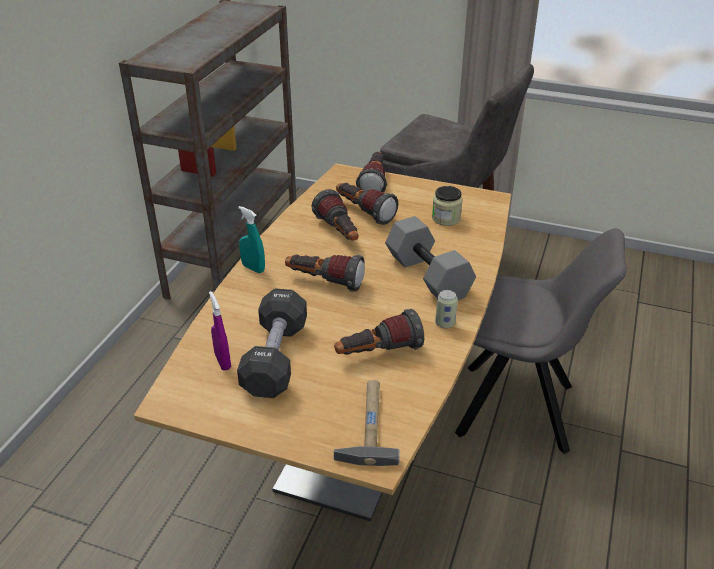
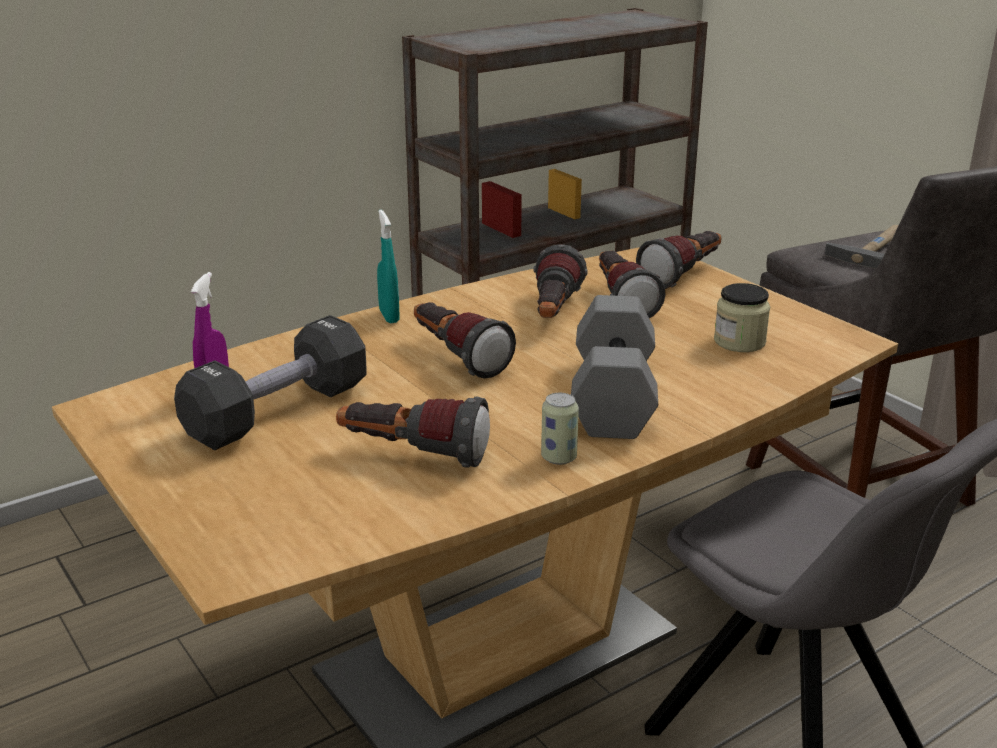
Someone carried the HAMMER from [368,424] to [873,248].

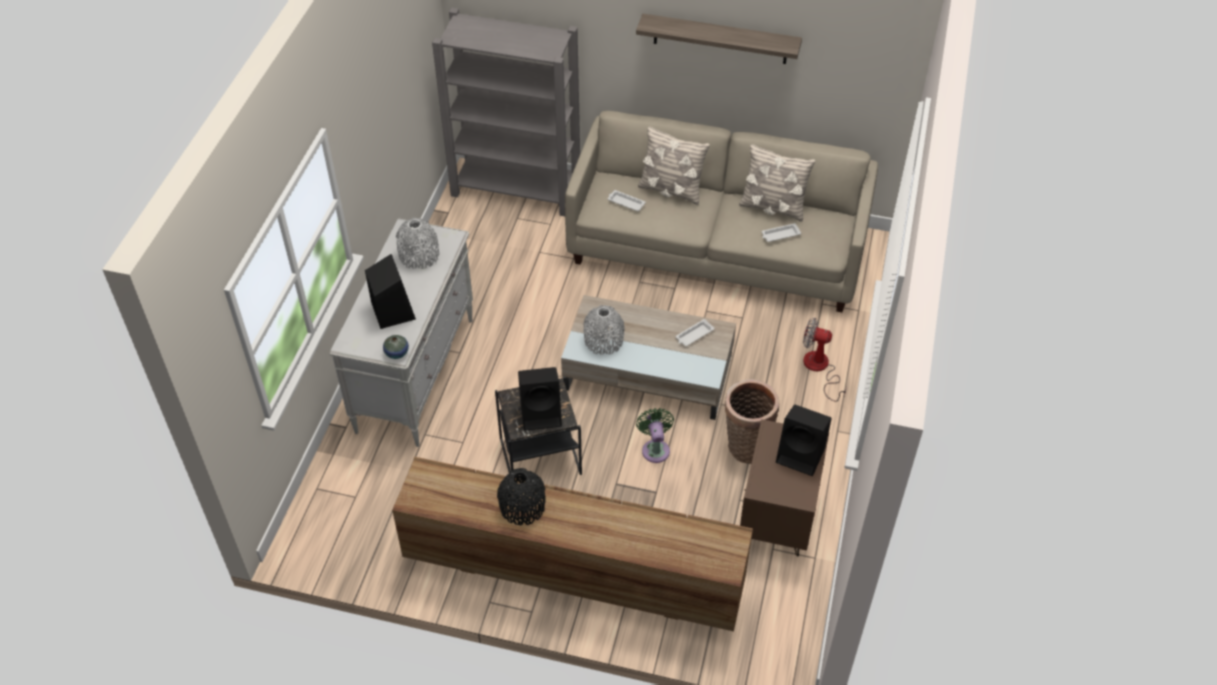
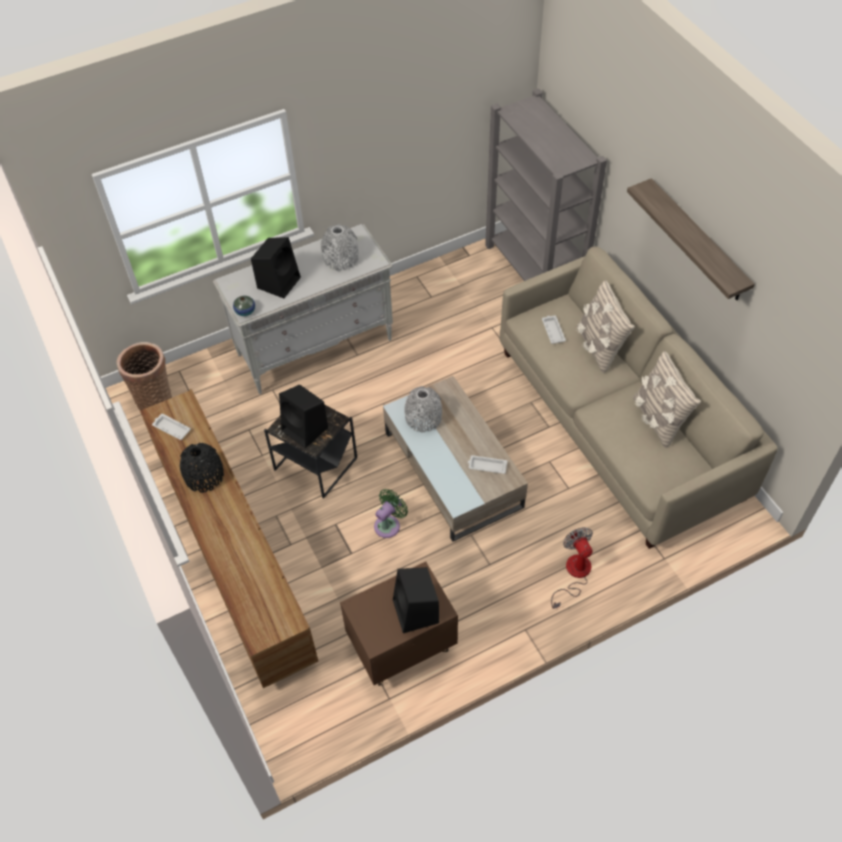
Someone carried the WHITE TRAY from [780,235] to [171,428].
Someone carried the BASKET from [746,445] to [155,398].

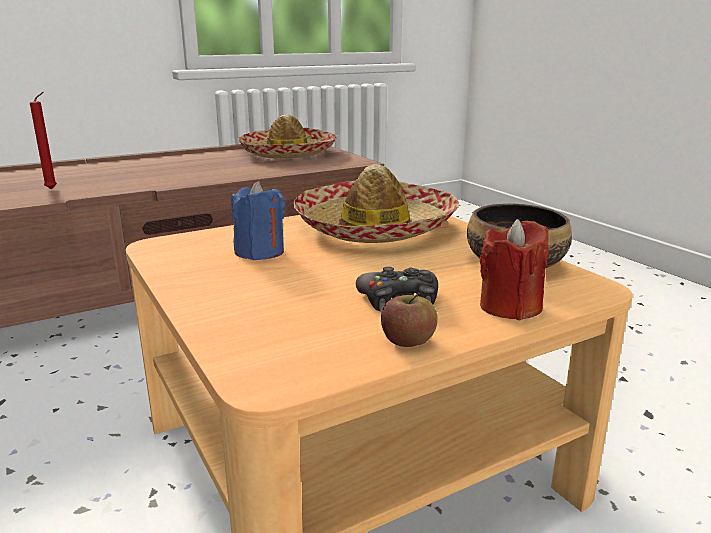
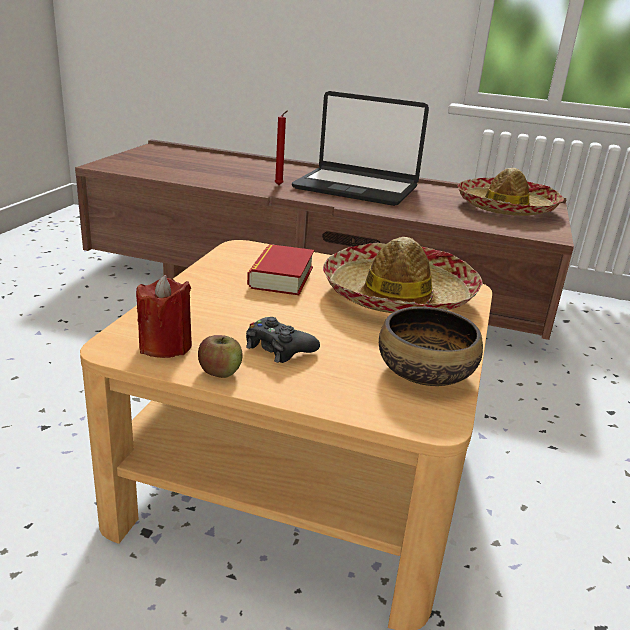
Someone swapped the BLUE CANDLE at [259,252] for the BOOK at [281,277].
Someone carried the RED CANDLE from [510,307] to [165,346].
Someone put down the LAPTOP at [356,188].

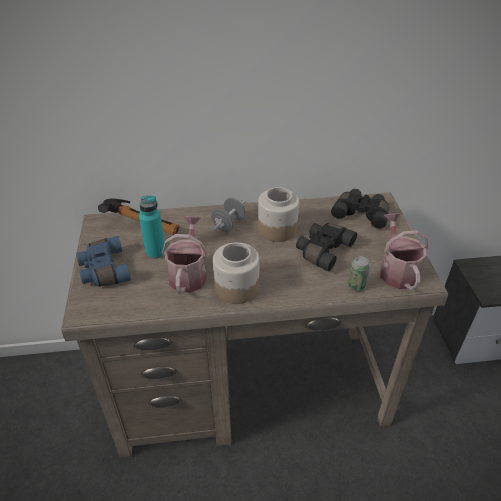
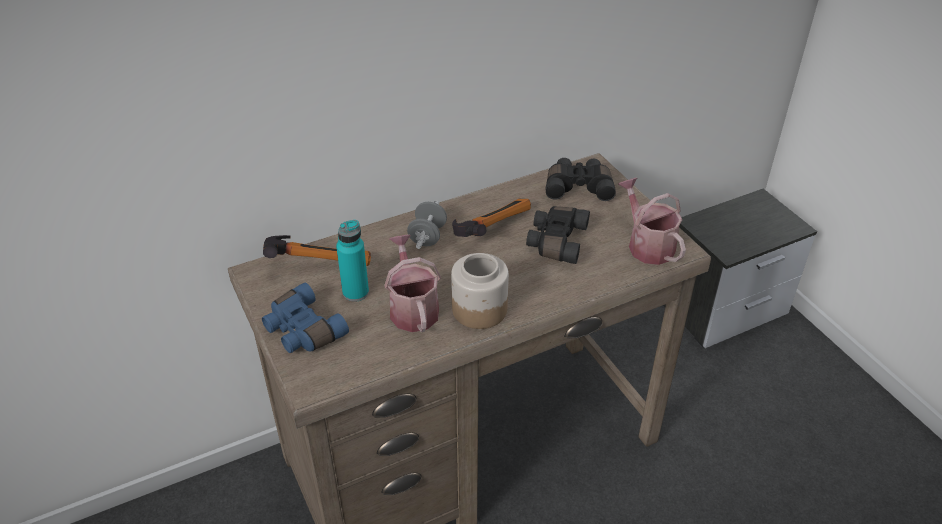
Someone swapped the JAR at [276,229] for the HAMMER at [489,228].
Someone took away the CAN at [356,286].

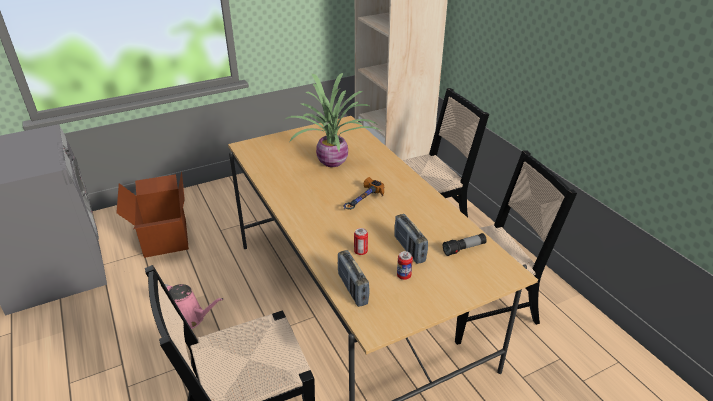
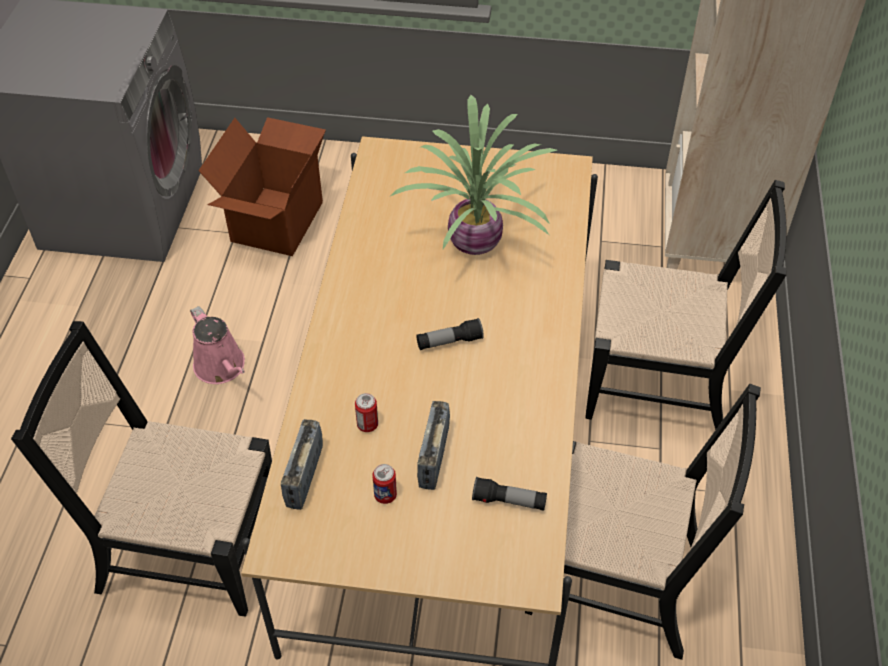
Someone swapped the HAMMER at [363,202] for the FLASHLIGHT at [449,342].

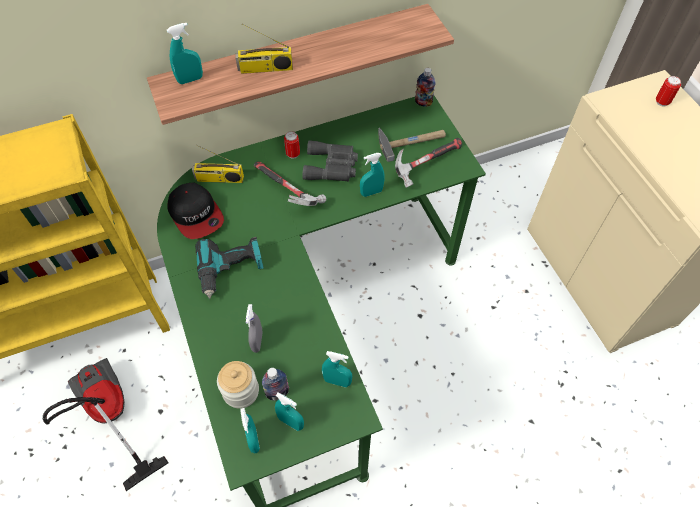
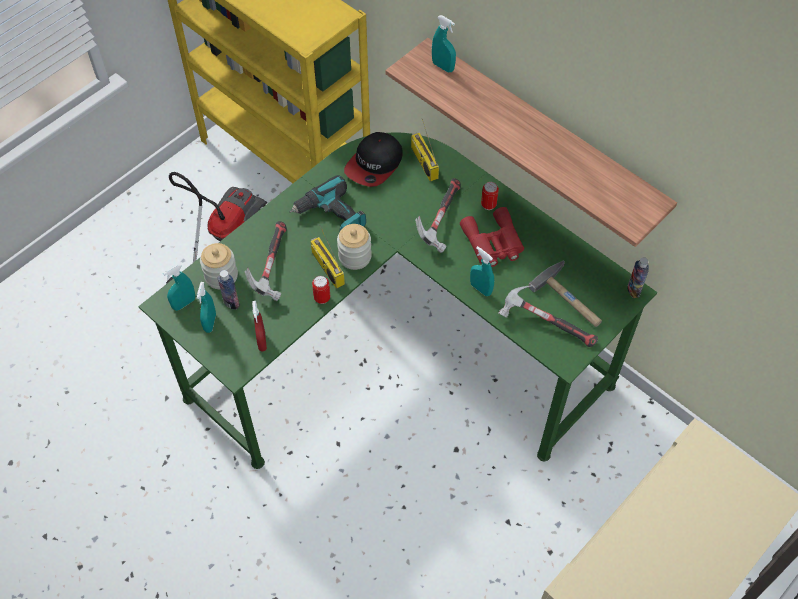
Someone carried the RADIO from [265,69] to [326,267].
Someone carried the CAN from [662,102] to [322,298].
Someone repainted the GREY BINOCULARS at [332,166], which became the RED BINOCULARS at [493,243].
Someone swapped the GREY SPRAY BOTTLE at [257,341] for the HAMMER at [271,267].
Someone repainted the TURQUOISE SPRAY BOTTLE at [337,381], which became the RED SPRAY BOTTLE at [262,341].
Someone put down the JAR at [355,256].

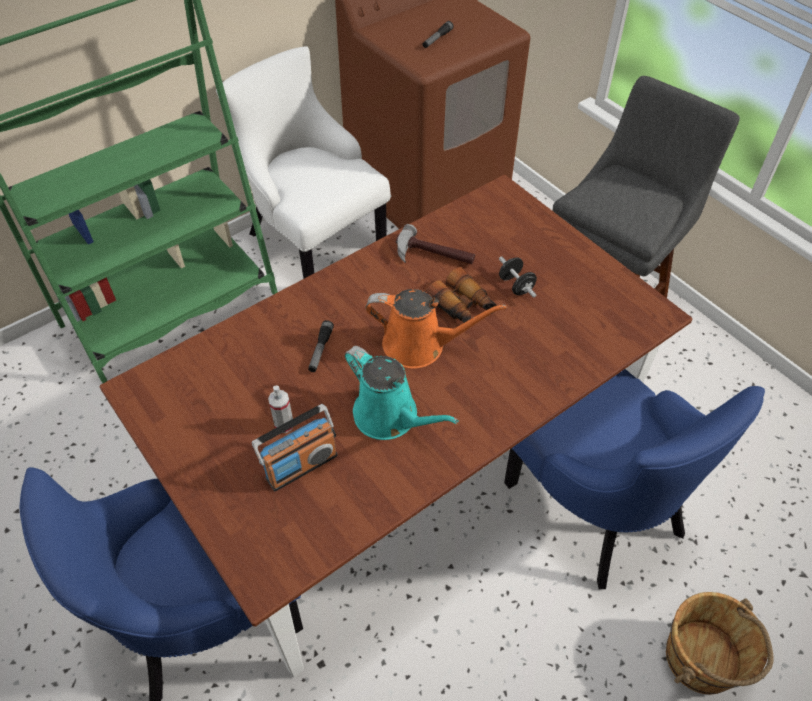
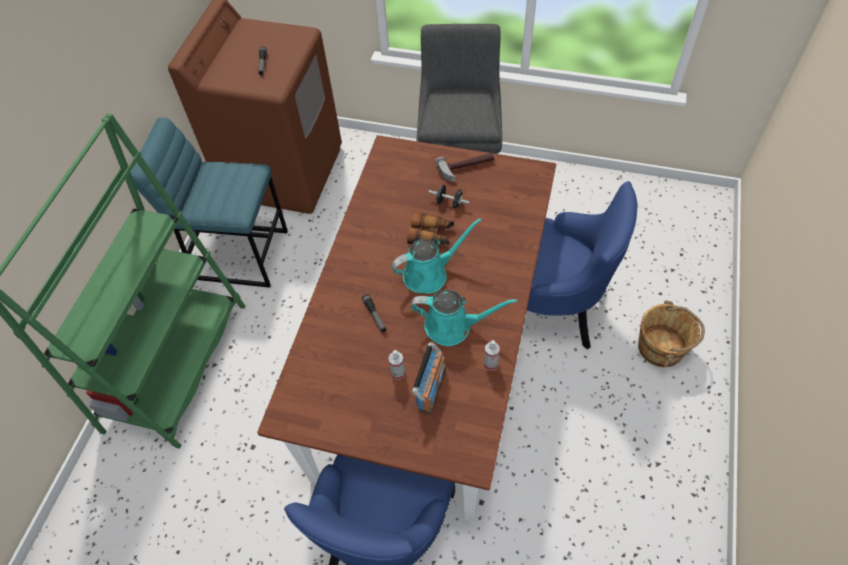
Someone swapped the WHITE CHAIR at [316,243] for the BLUE STOOL at [239,254].
Someone carried the HAMMER from [433,256] to [466,168].
Someone repainted the ORANGE WATERING CAN at [420,345], which became the TURQUOISE WATERING CAN at [429,274].
Someone put down the SPRAY BOTTLE at [490,364].

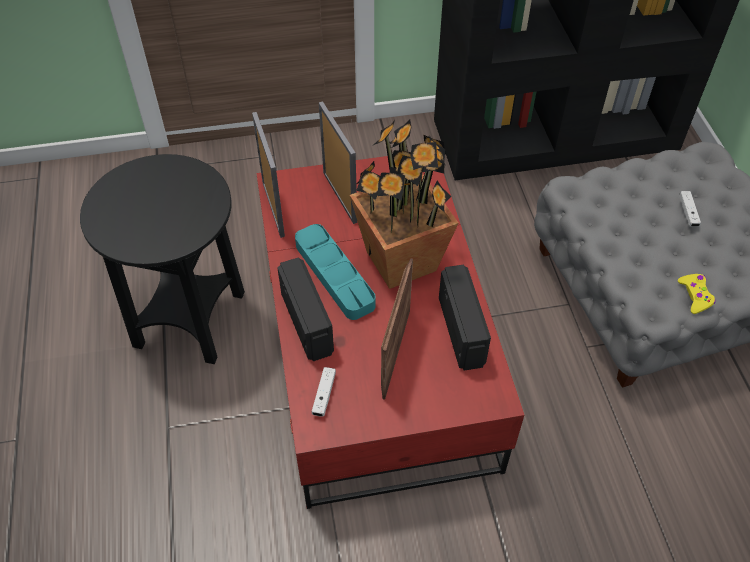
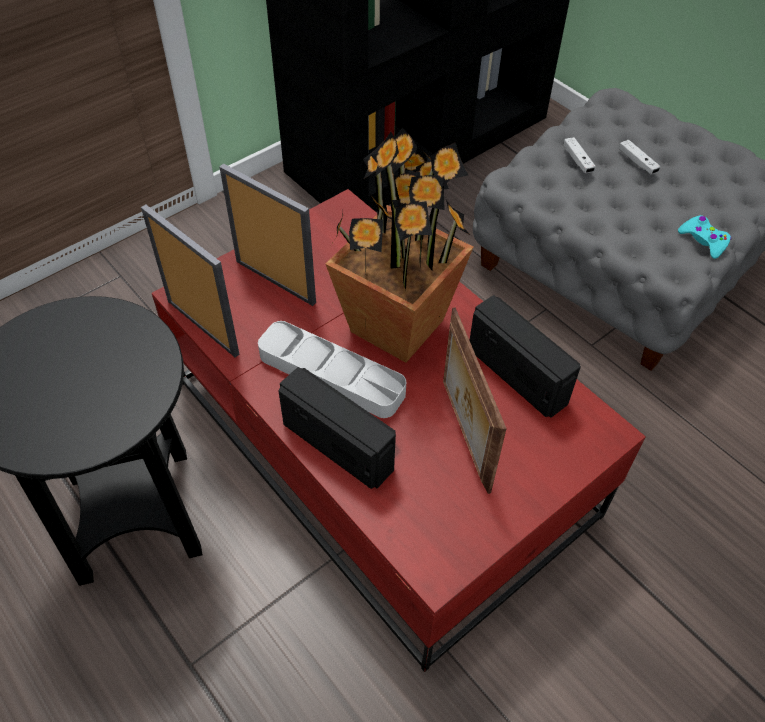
Someone repainted the TURQUOISE TRAY at [334,275], which became the GREY TRAY at [331,374].
Someone repainted the YELLOW GAME CONTROLLER at [695,296], which became the TURQUOISE GAME CONTROLLER at [703,240].
Someone carried the WHITE GAME CONTROLLER from [324,395] to [577,160].

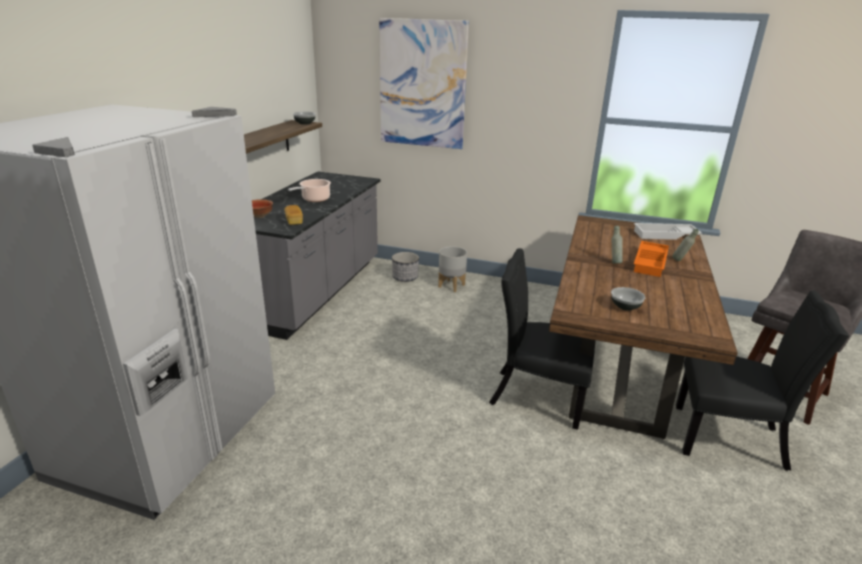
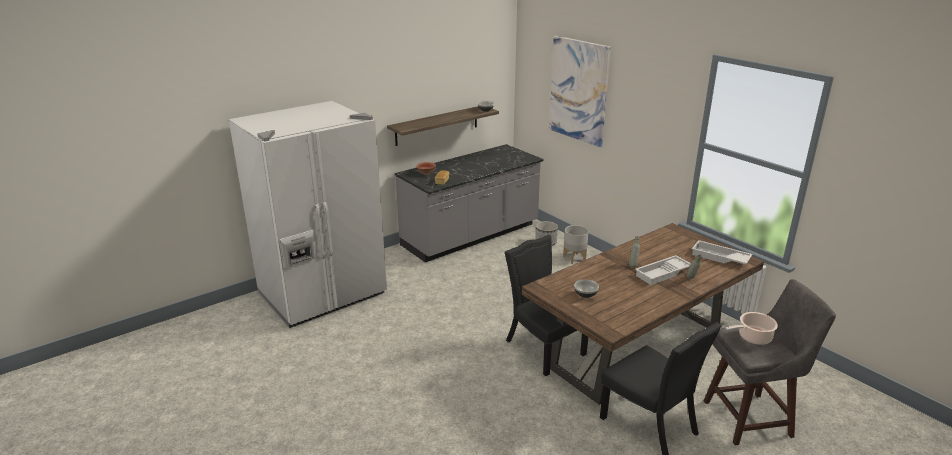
Someone carried the COOKING POT from [314,199] to [753,337].
Someone repainted the ORANGE TRAY at [651,263], which became the WHITE TRAY at [663,274].

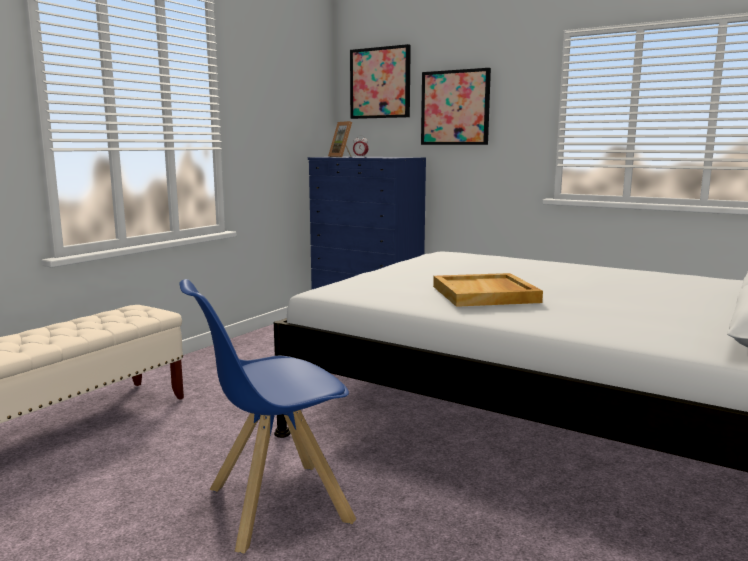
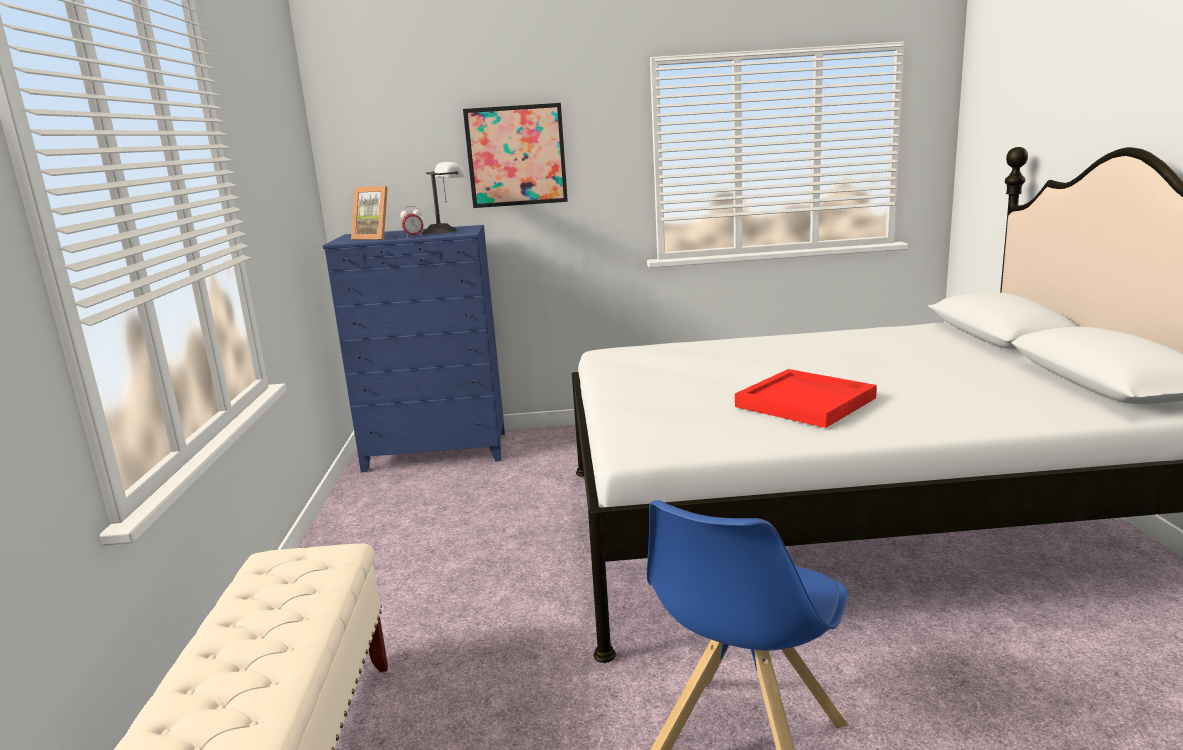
Someone took away the PICTURE at [380,83].
Someone repainted the BEIGE TRAY at [486,294], which became the RED TRAY at [806,402].
Someone put down the TABLE LAMP at [446,230].

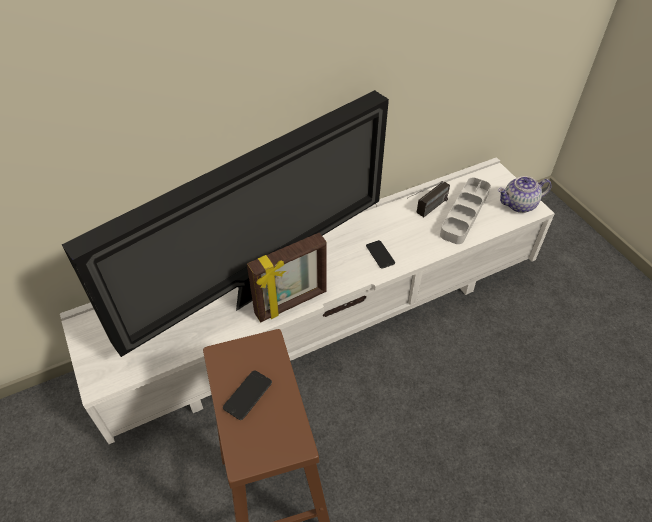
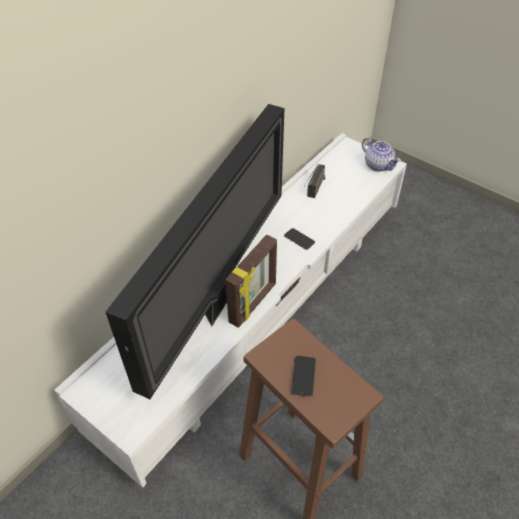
Someone rotated the TEAPOT at [519,205] by 90 degrees counterclockwise.
Someone took away the GREY TRAY at [464,213].

